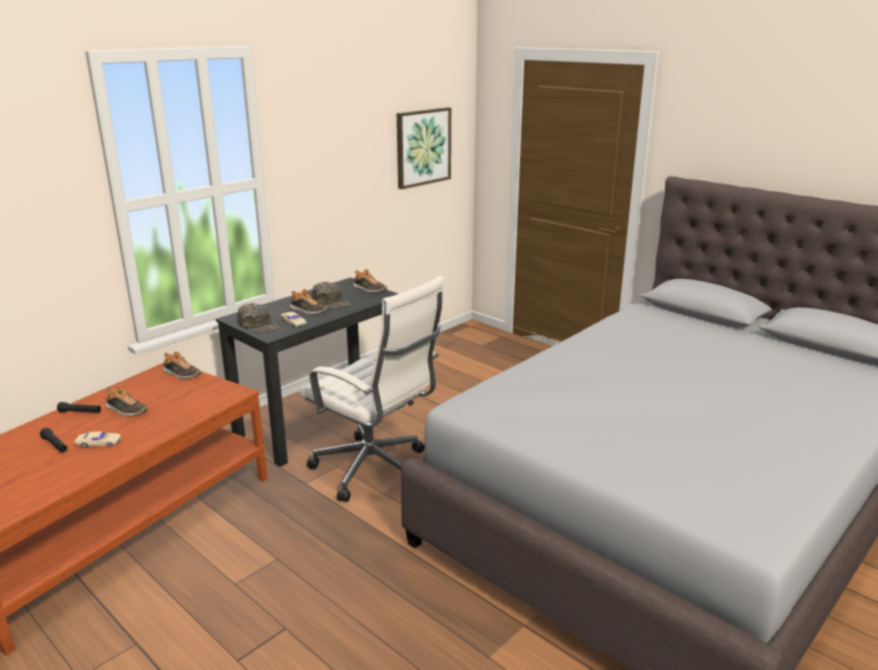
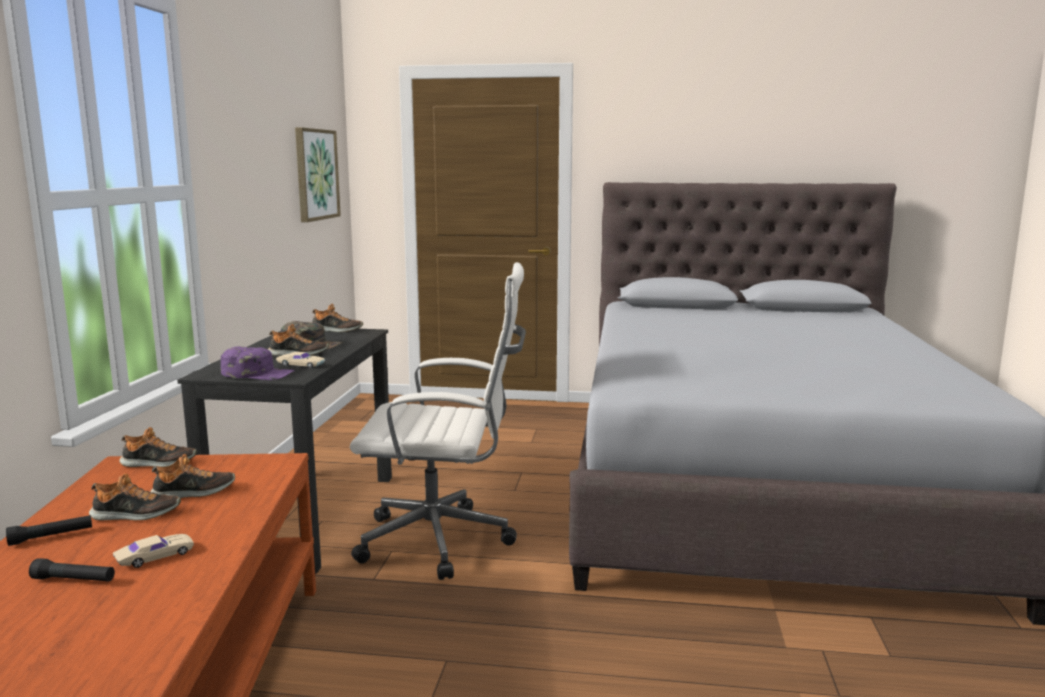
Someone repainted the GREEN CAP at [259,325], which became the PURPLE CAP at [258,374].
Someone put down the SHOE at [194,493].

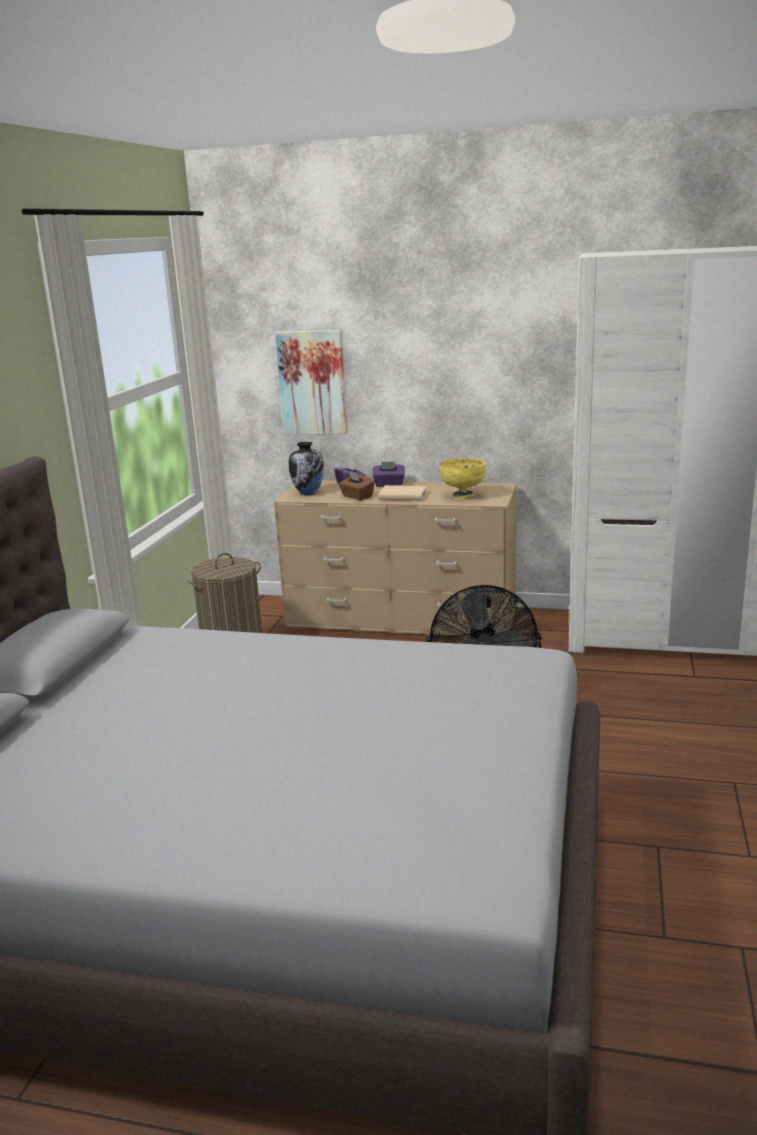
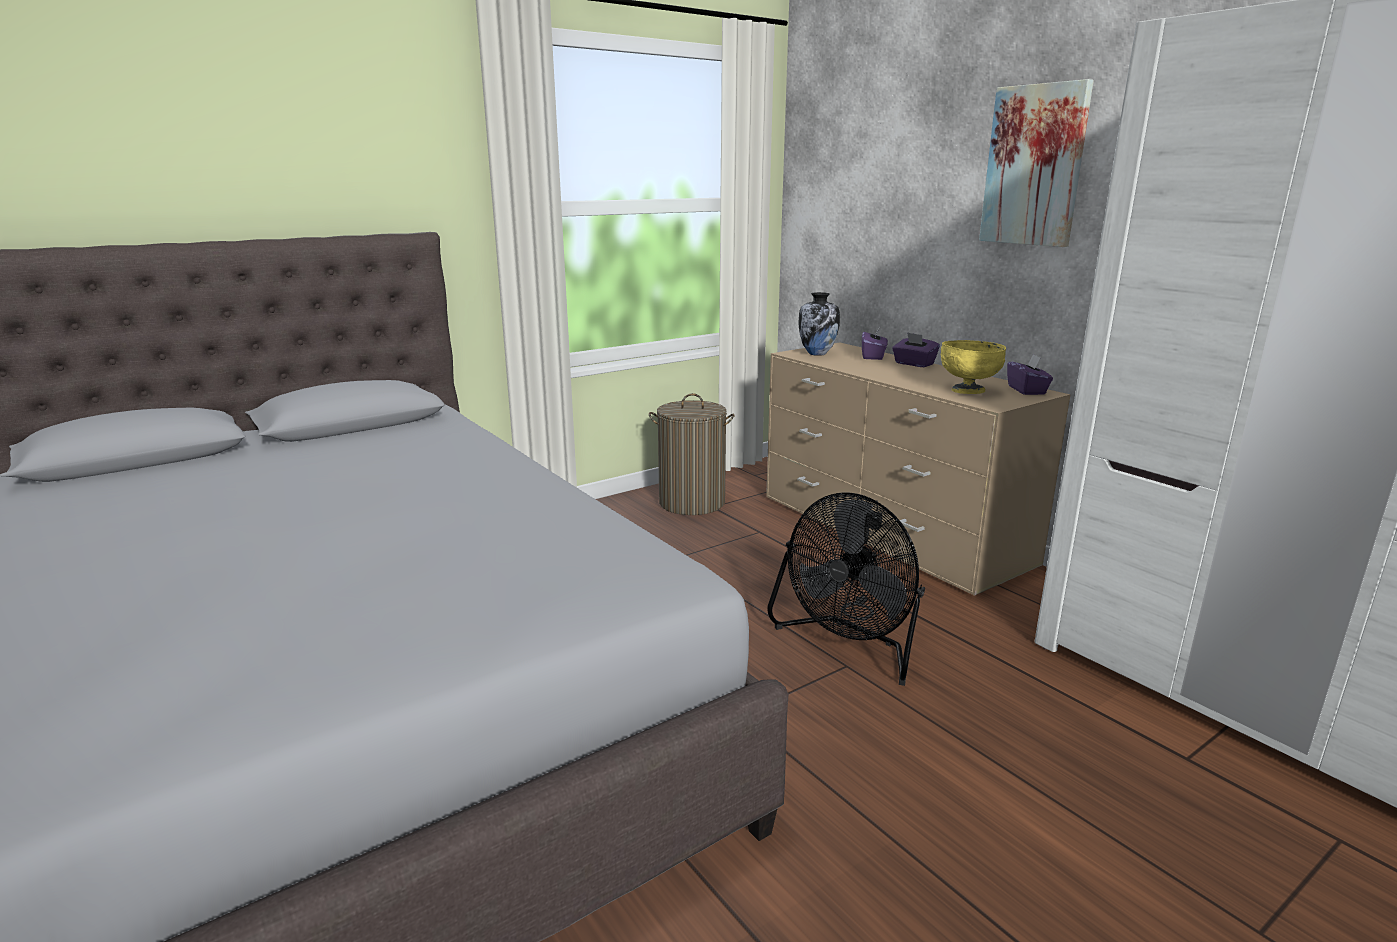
Someone carried the PICTURE from [312,382] to [1034,166].
Someone took away the BROWN TISSUE BOX at [357,496].
Someone took away the BEIGE BOOK at [403,496].
Someone put down the PURPLE TISSUE BOX at [1027,390].

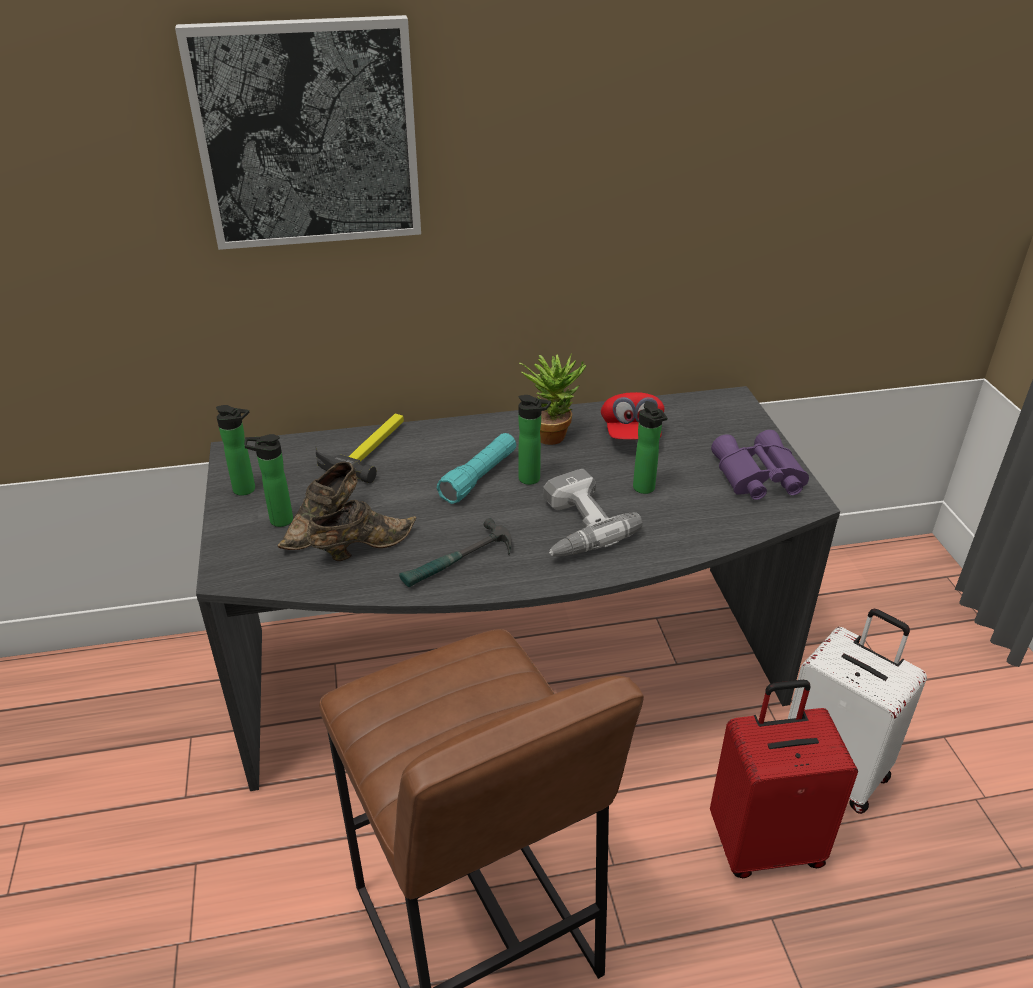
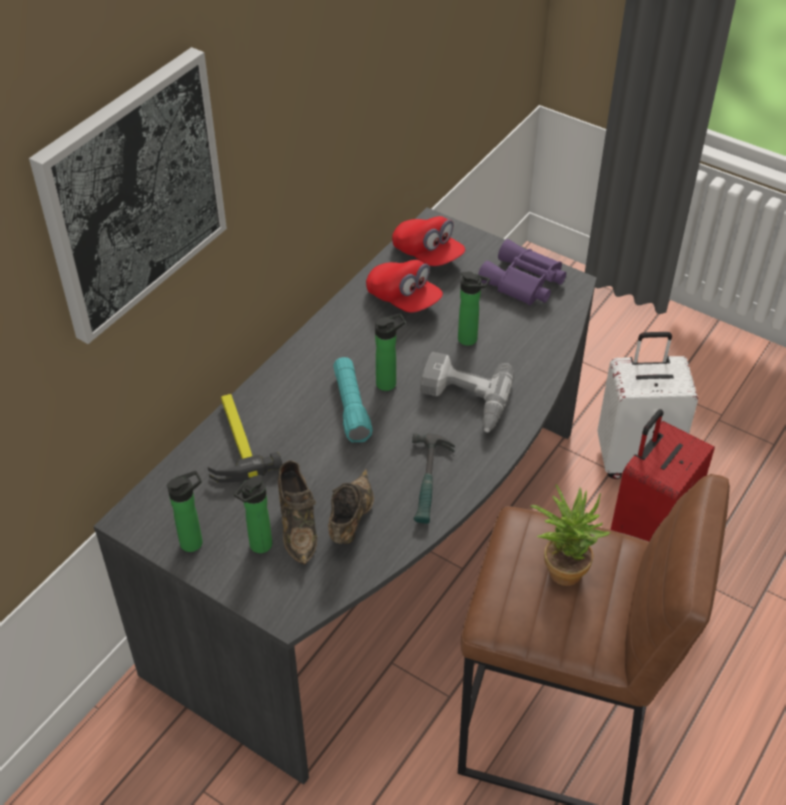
Someone carried the POTTED PLANT from [553,433] to [562,566].
Someone put down the RED CAP at [428,254].

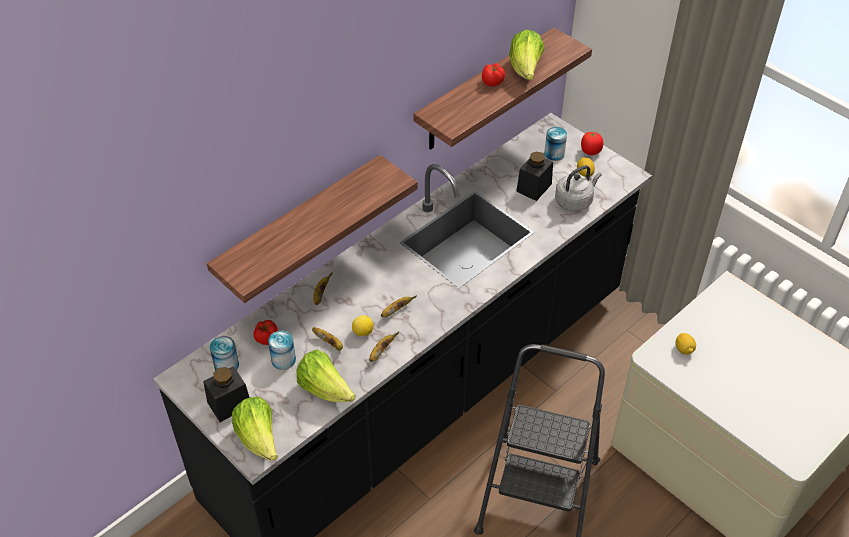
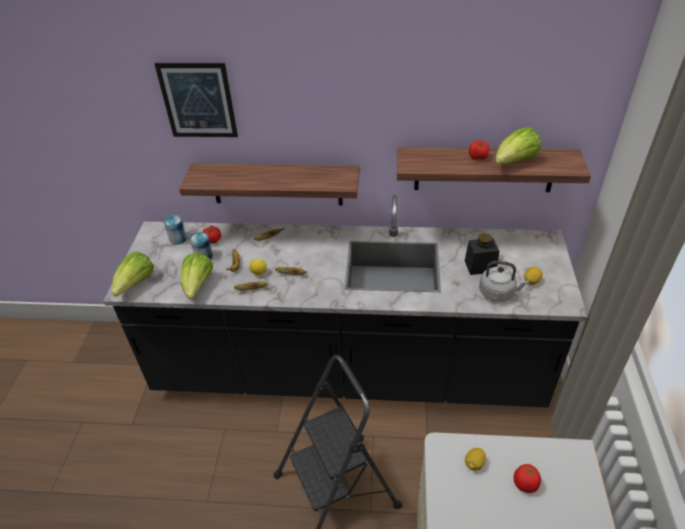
Someone took away the CAN at [554,154].
Someone carried the TOMATO from [590,151] to [525,484].
Someone took away the BLACK JAR at [229,404].
Someone put up the PICTURE at [198,100].

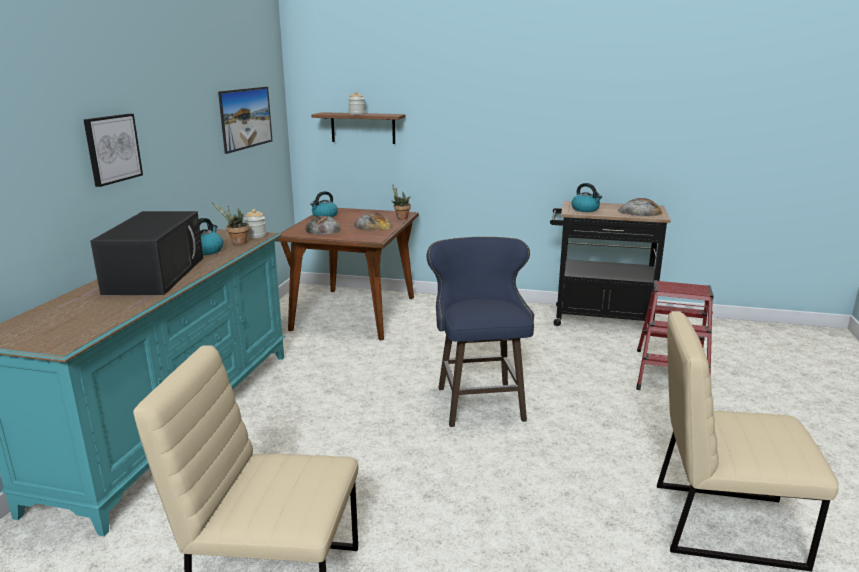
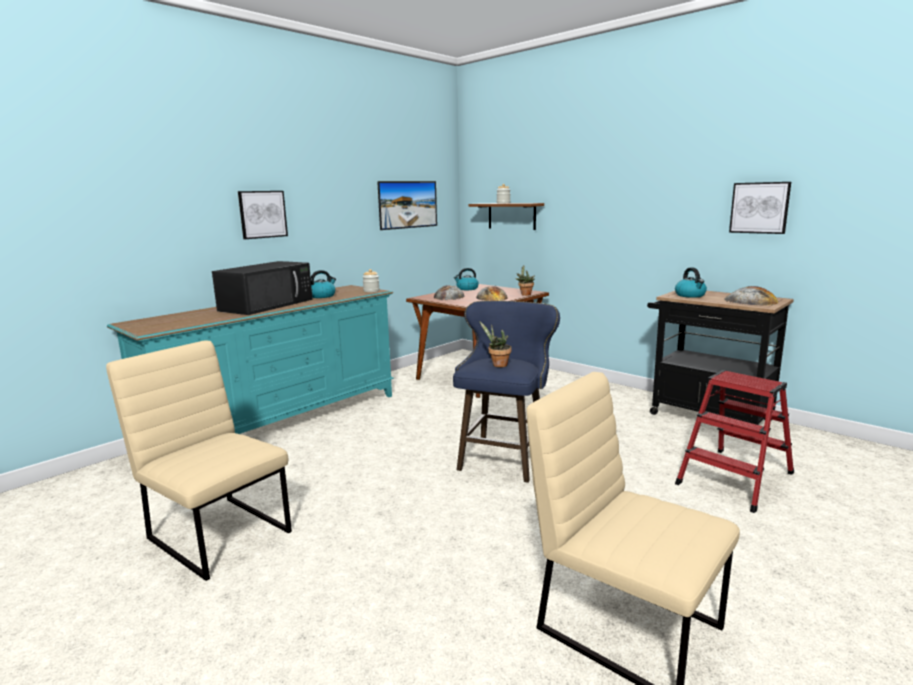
Someone carried the POTTED PLANT from [237,243] to [497,365].
Someone put up the PICTURE at [759,208].

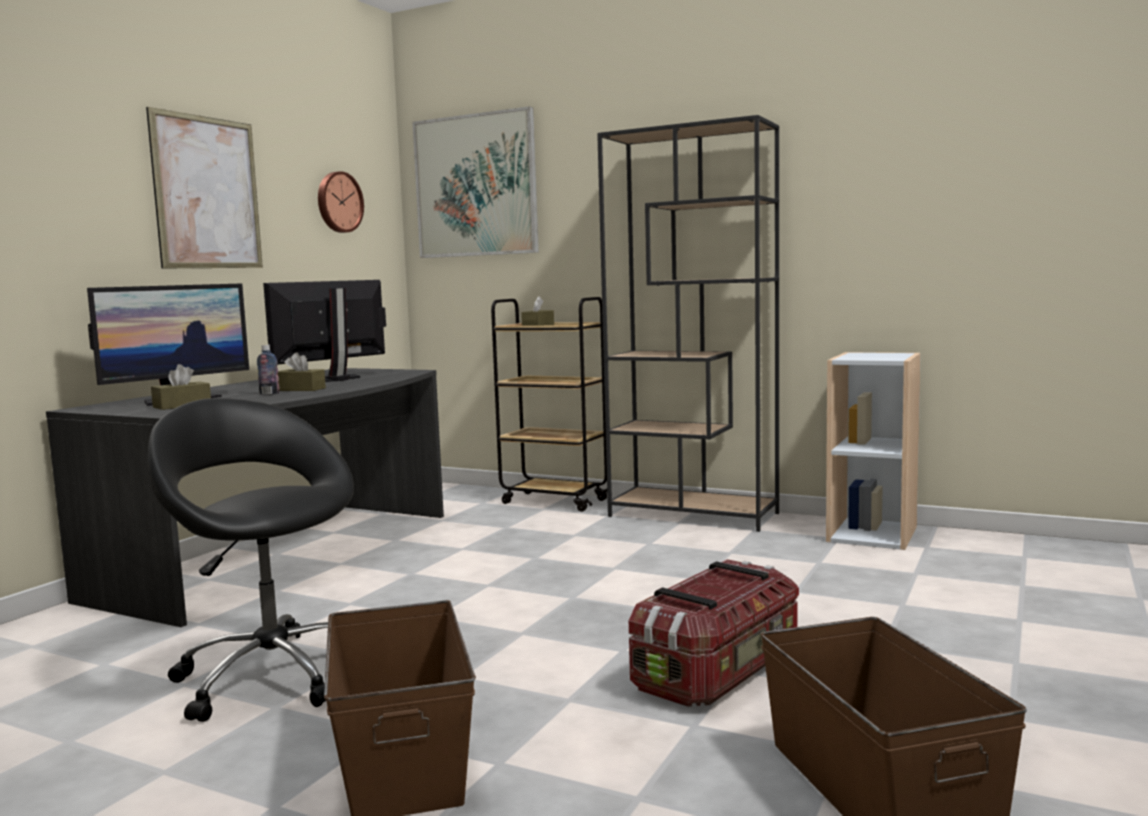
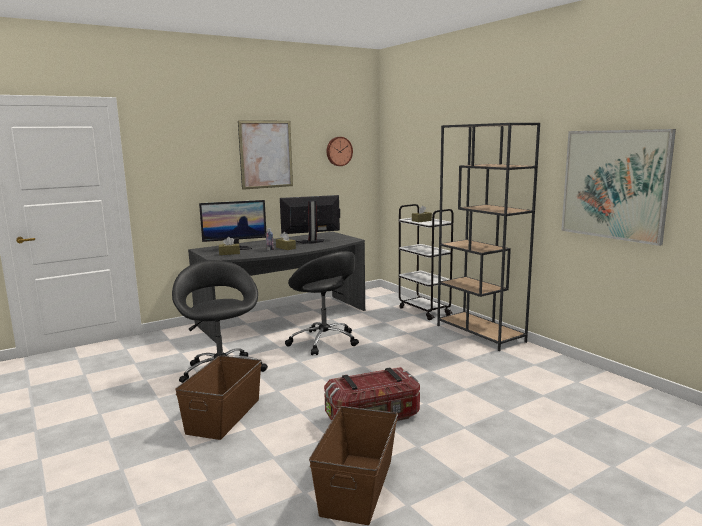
Someone carried the PICTURE from [476,186] to [614,184].
Someone repainted the BROWN CART at [556,501], which became the WHITE CART at [425,311].
Someone took away the BOOKCASE at [873,533].
Someone put down the BLACK OFFICE CHAIR at [324,342].

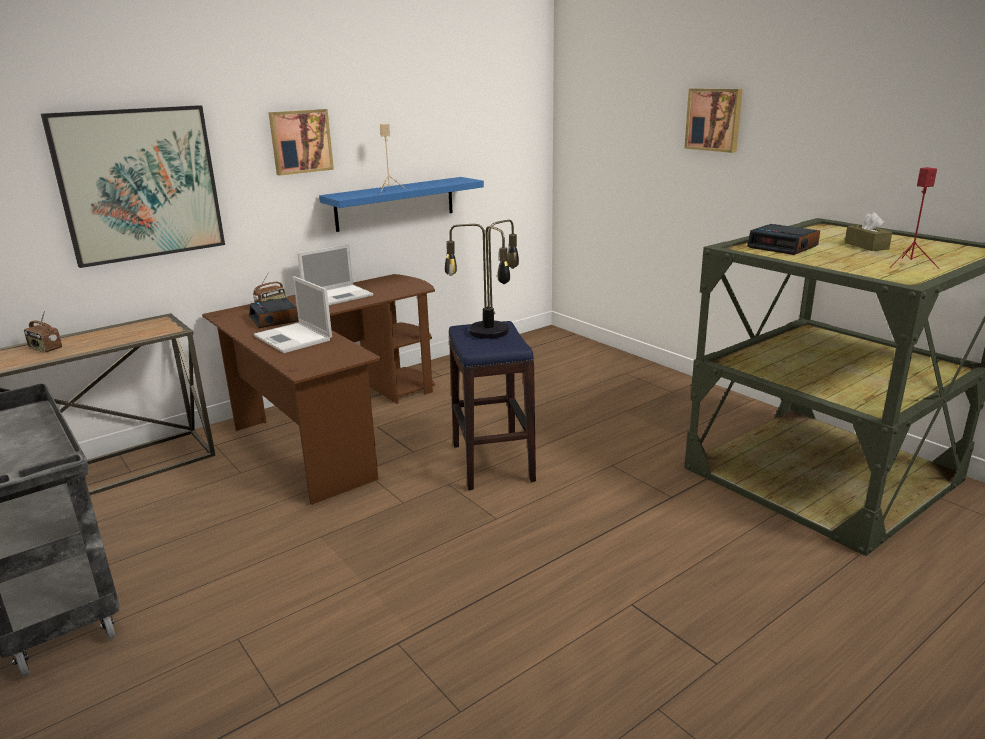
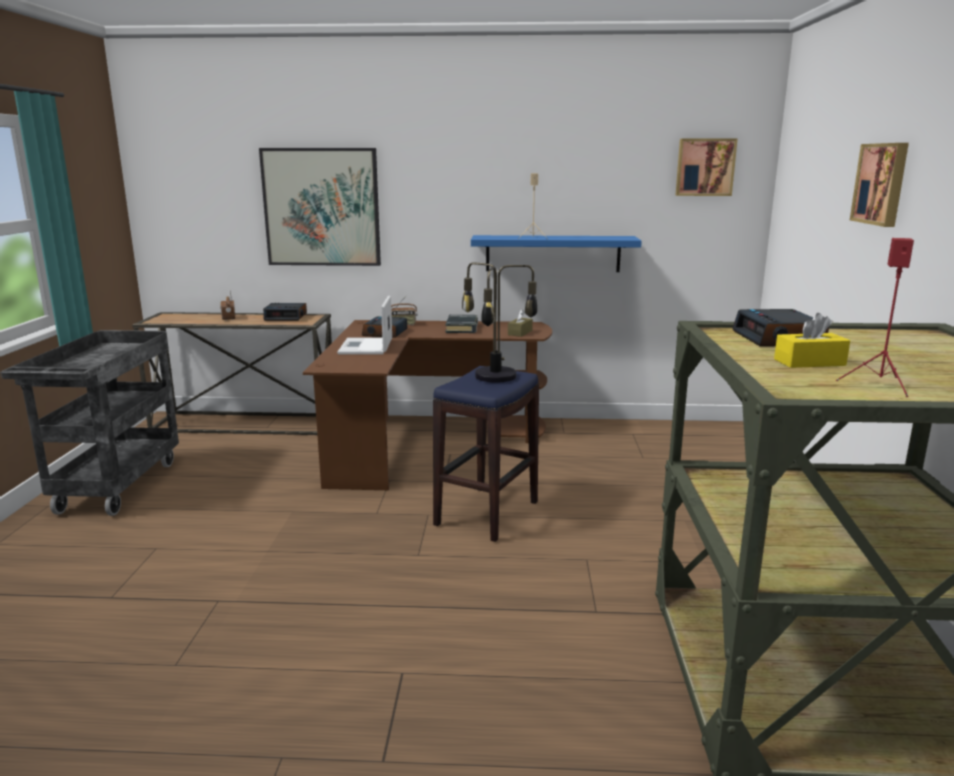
Someone carried the PICTURE from [300,141] to [705,167].
Someone carried the BROWN TISSUE BOX from [866,246] to [520,333].
Someone swapped the LAPTOP at [339,296] for the BLACK BOOK at [462,328].
Someone put down the ALARM CLOCK at [286,317].
Someone put down the YELLOW TISSUE BOX at [809,362].

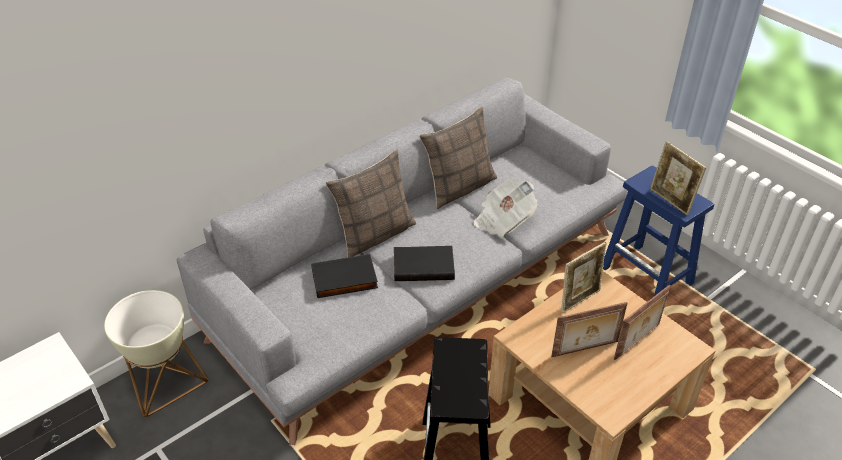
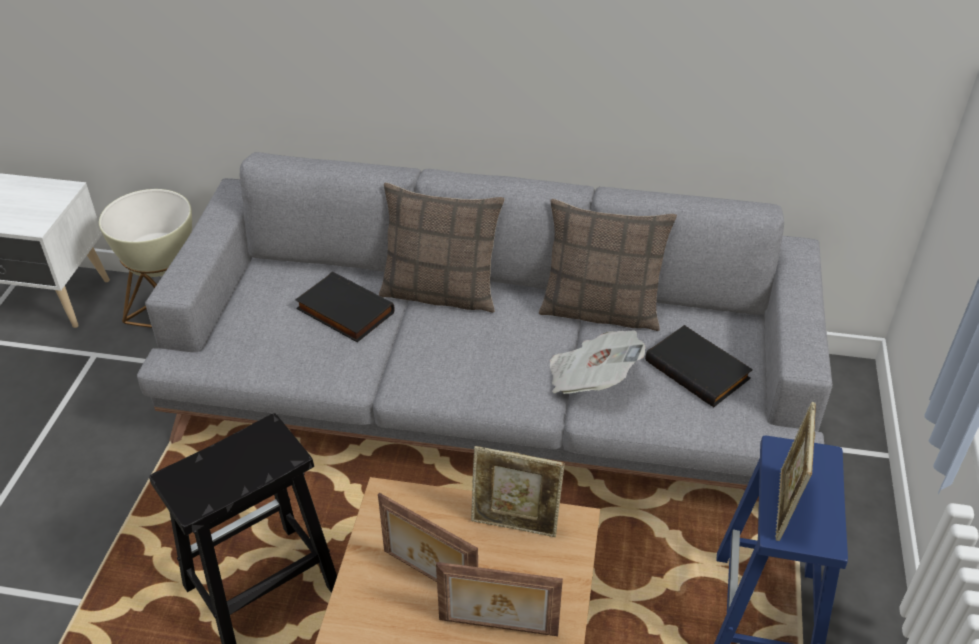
Someone carried the BLACK BOOK from [424,265] to [699,369].

